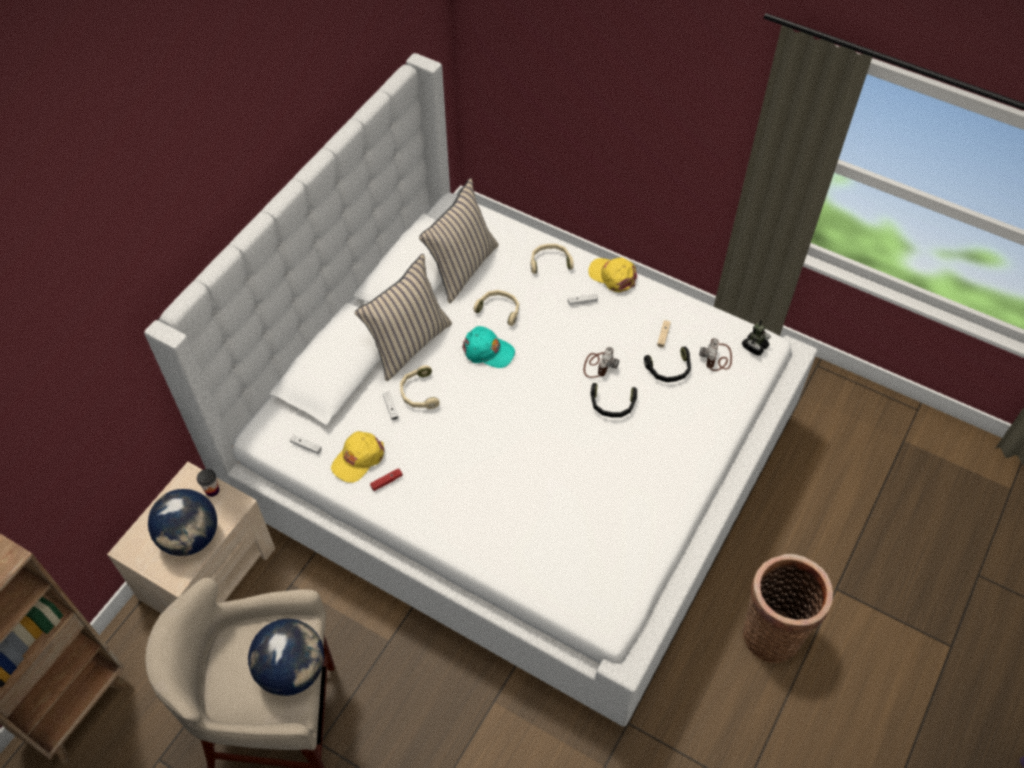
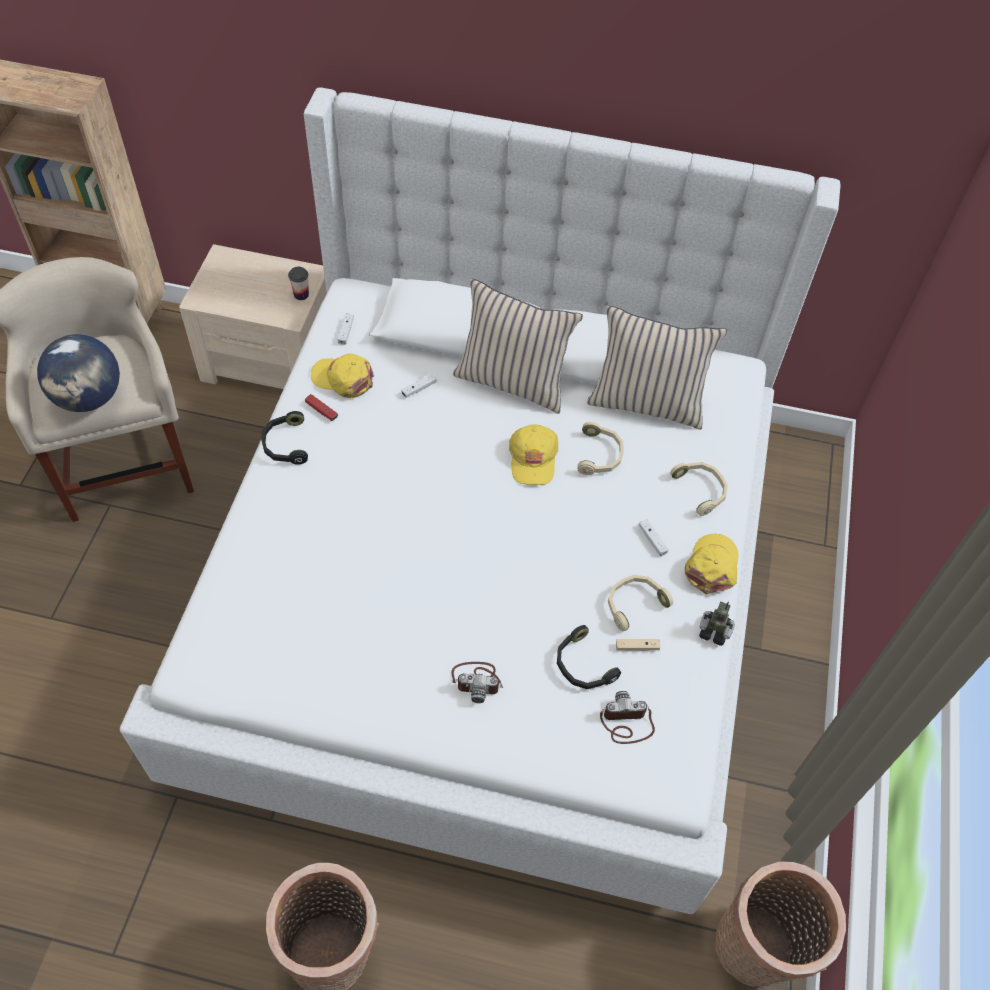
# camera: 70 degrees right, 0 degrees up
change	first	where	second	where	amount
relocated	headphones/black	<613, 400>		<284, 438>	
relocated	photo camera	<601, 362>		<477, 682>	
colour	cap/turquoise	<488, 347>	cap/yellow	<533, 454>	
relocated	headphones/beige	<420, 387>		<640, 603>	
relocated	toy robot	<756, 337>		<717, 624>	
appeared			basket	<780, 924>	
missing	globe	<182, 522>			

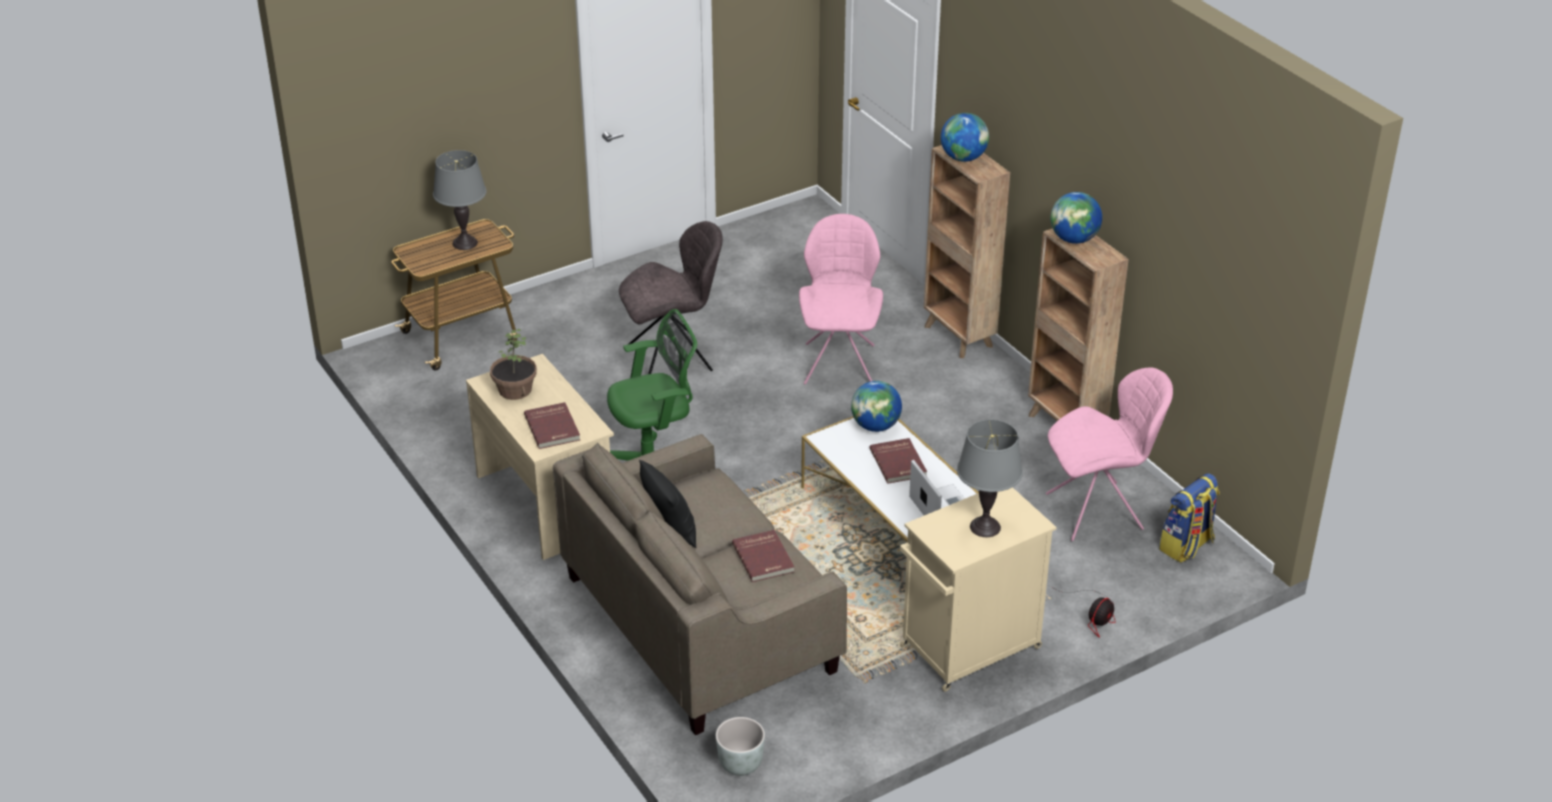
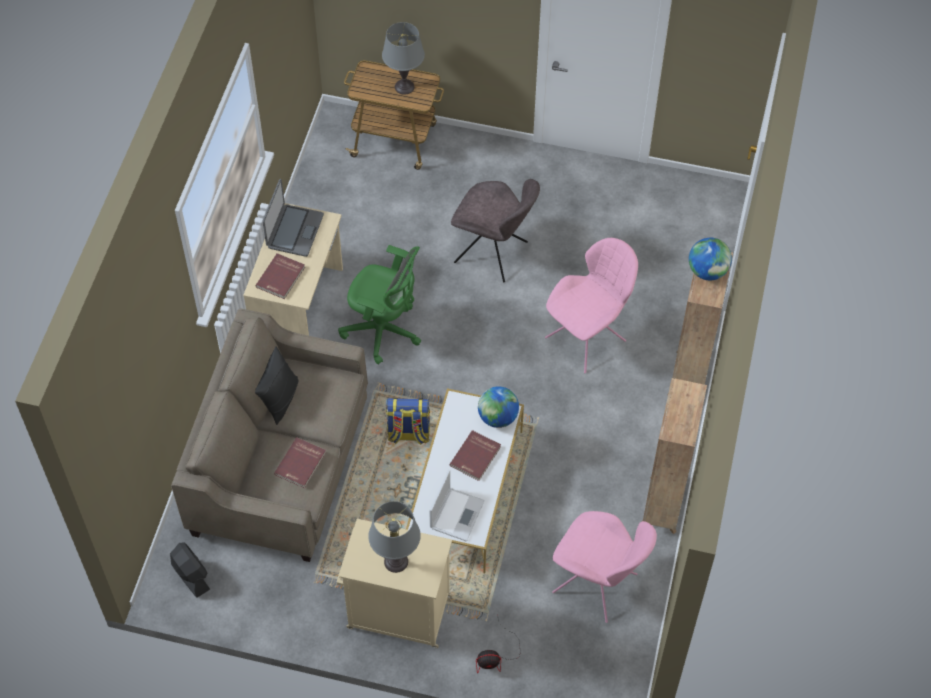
# camera: 45 degrees right, 20 degrees up
change	first	where	second	where	amount
exchanged	planter/grey	<740, 746>	fan/black	<190, 570>	
exchanged	potted plant	<513, 364>	laptop	<293, 218>	
relocated	backpack	<1189, 518>		<408, 421>	
missing	globe	<1076, 218>			

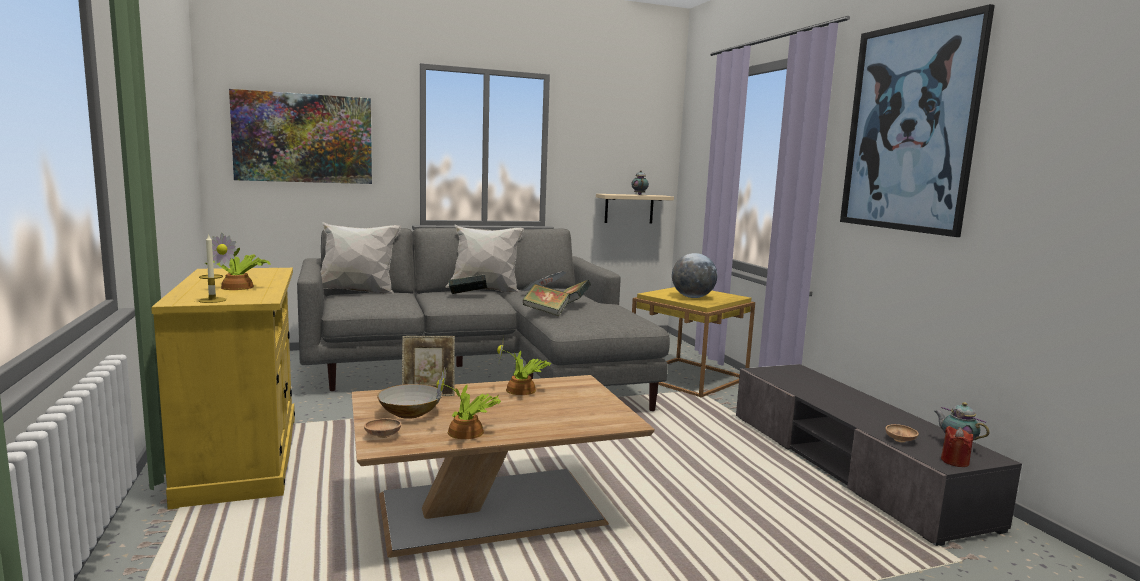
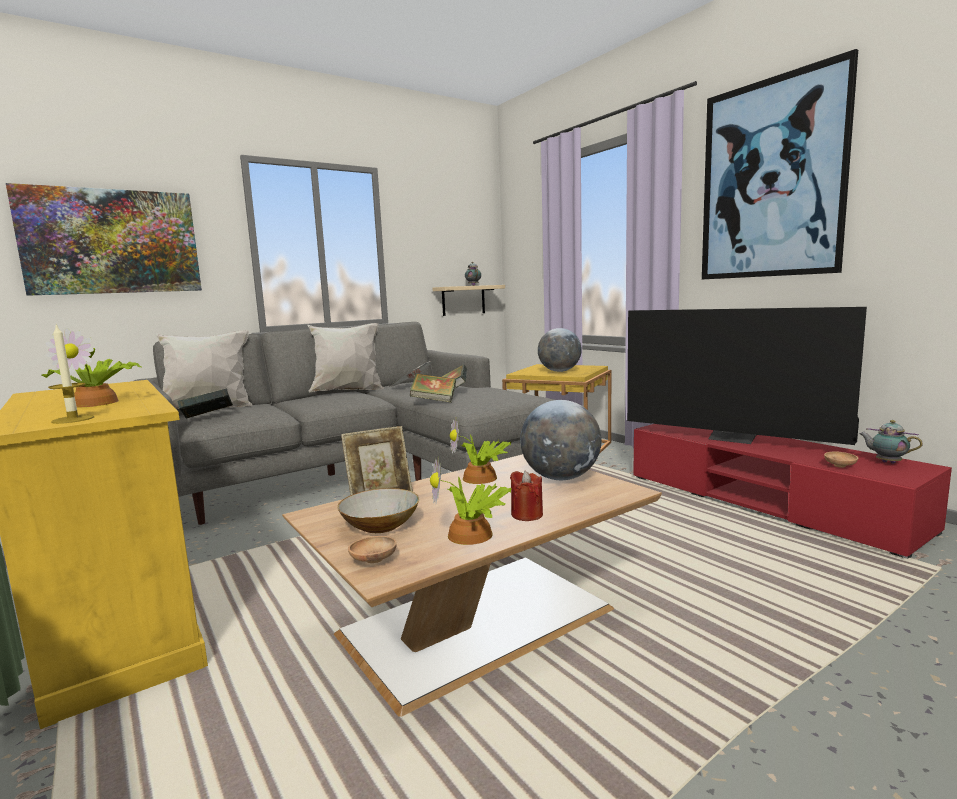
# camera: 15 degrees left, 0 degrees up
change	first	where	second	where	amount
relocated	book	<467, 284>		<205, 404>	
relocated	candle/red	<957, 446>		<526, 496>	
appeared			globe	<560, 440>	
appeared			television	<747, 376>	
colour	tv stand/grey	<879, 455>	tv stand/red	<792, 491>	

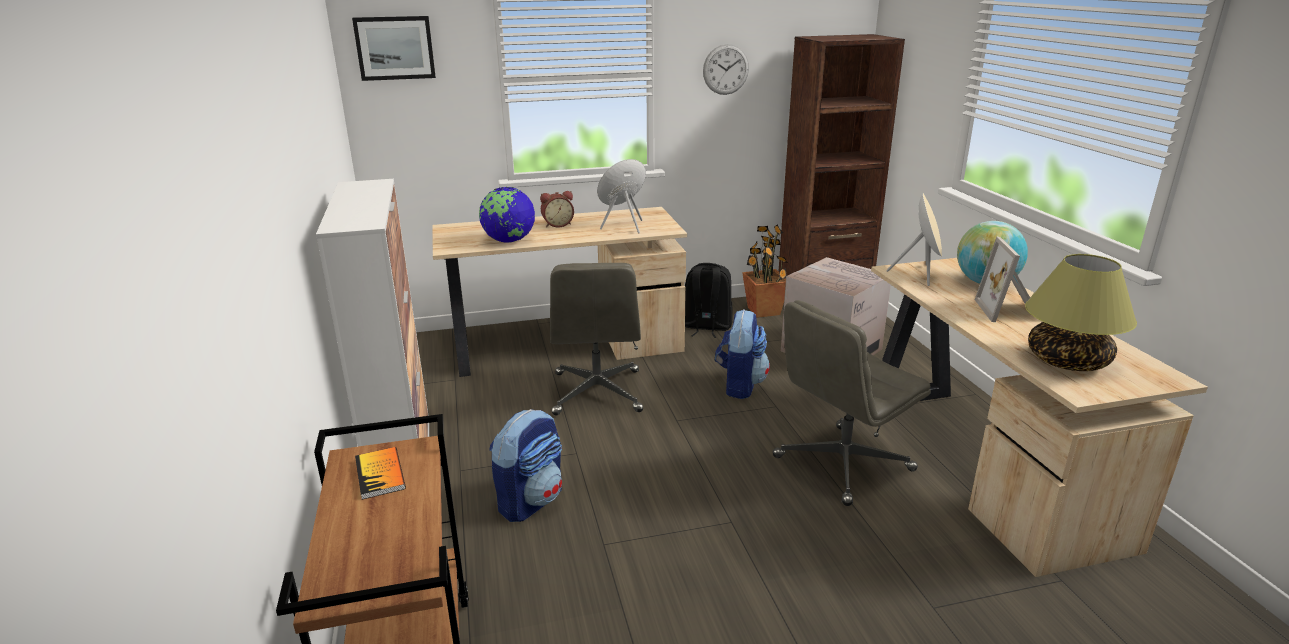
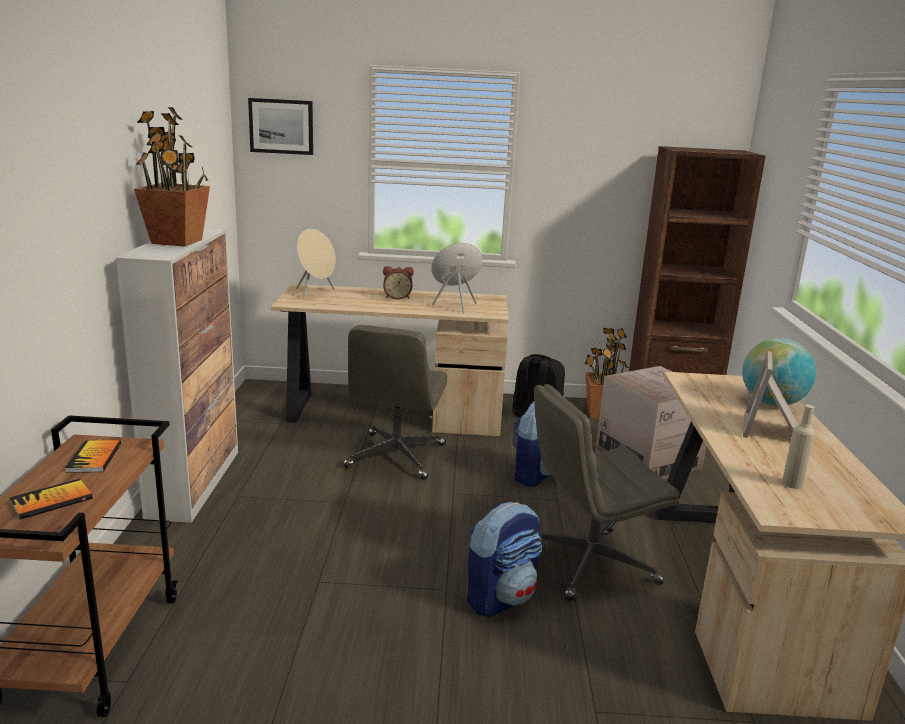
# camera: 15 degrees right, 5 degrees down
change	first	where	second	where	amount
appeared			book	<51, 499>	
appeared			potted plant	<172, 177>	
relocated	speaker/beige	<914, 239>		<316, 263>	
relocated	backpack	<525, 465>		<504, 559>	
exchanged	table lamp	<1081, 312>	bottle/beige	<798, 447>	
missing	globe	<507, 215>			
missing	wall clock	<726, 69>			

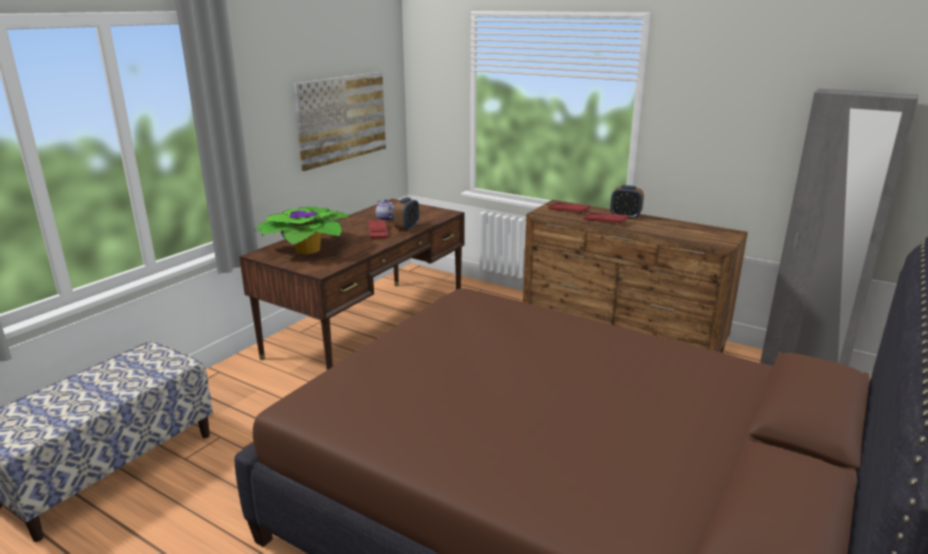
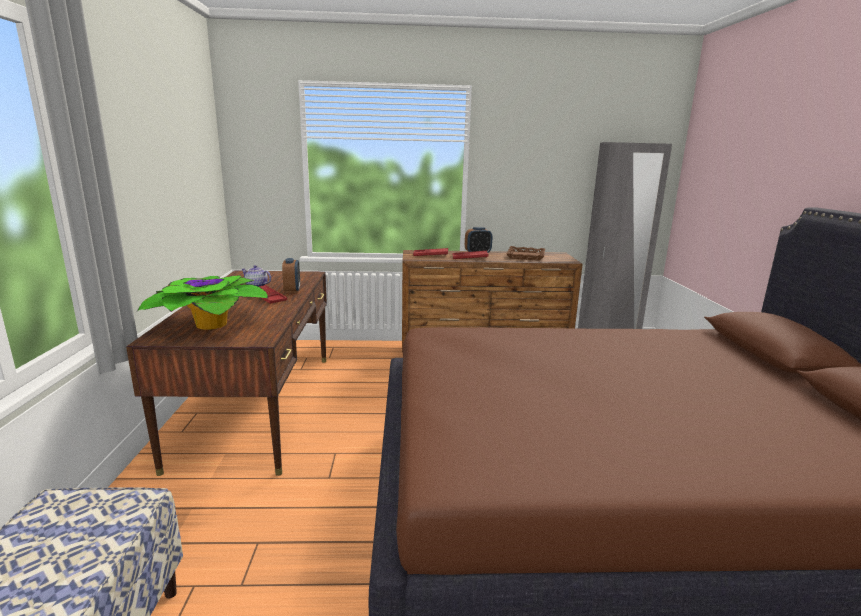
# camera: 35 degrees left, 5 degrees down
change	first	where	second	where	amount
appeared			tray/brown	<525, 253>	
missing	picture	<339, 121>			

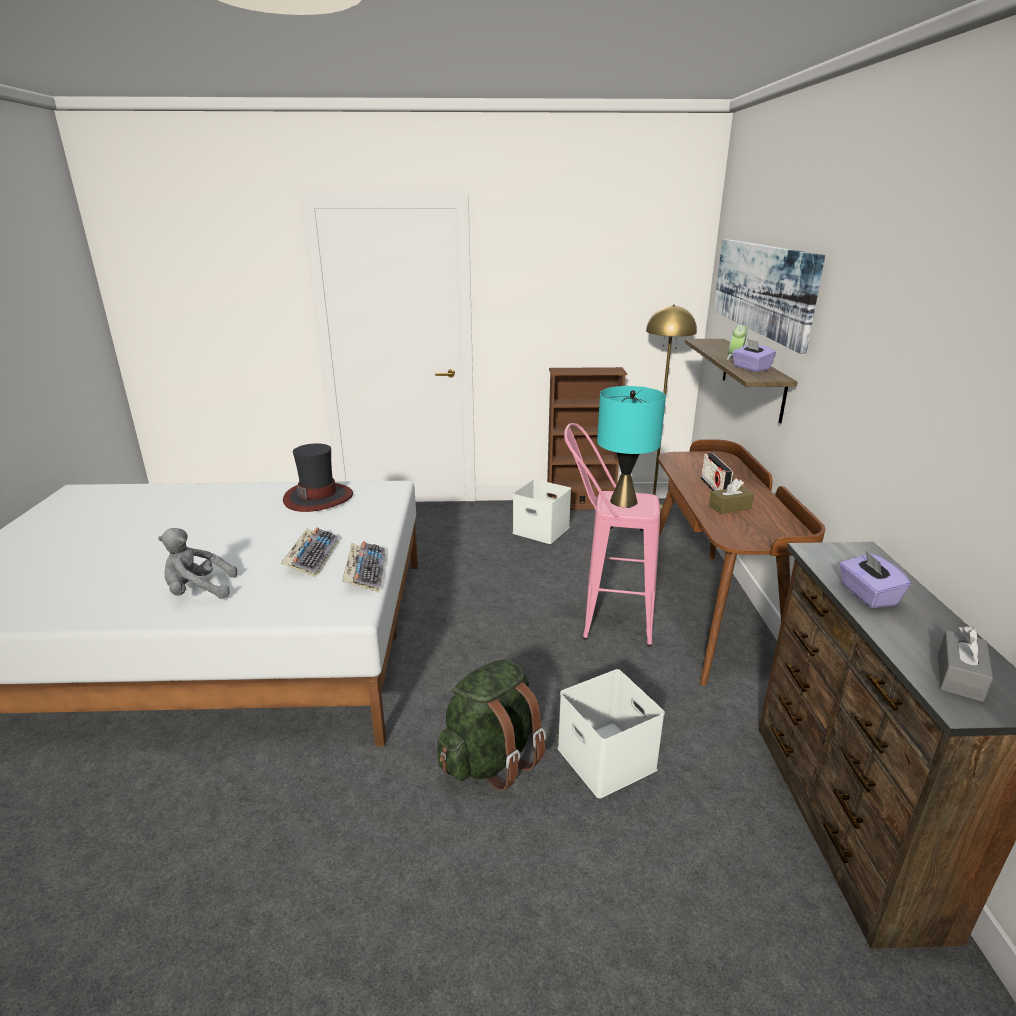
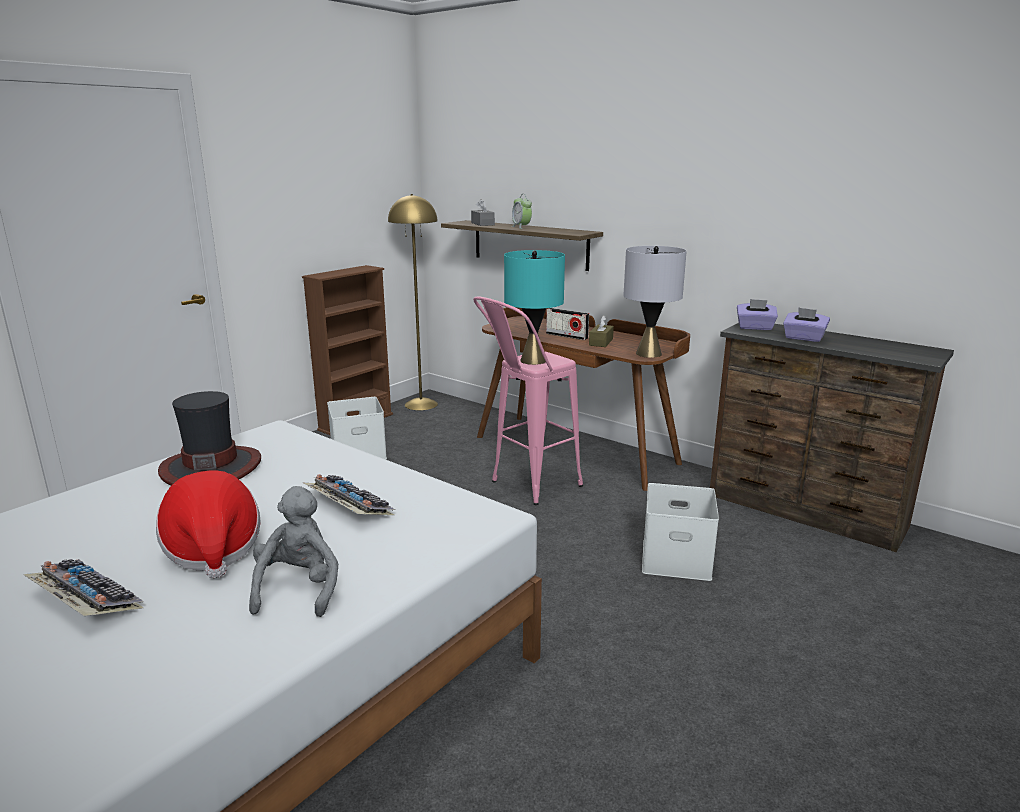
# camera: 50 degrees left, 5 degrees down
change	first	where	second	where	amount
relocated	keyboard	<364, 567>		<83, 587>	
appeared			hat	<208, 524>	
spun	plush toy/grey	<197, 563>		<293, 551>	150 degrees clockwise
relocated	tissue box/grey	<965, 664>		<483, 212>	
appeared			table lamp/grey	<655, 302>	
relocated	tissue box/purple	<754, 355>		<757, 314>	
missing	backpack/green	<491, 725>			
missing	picture	<769, 296>			

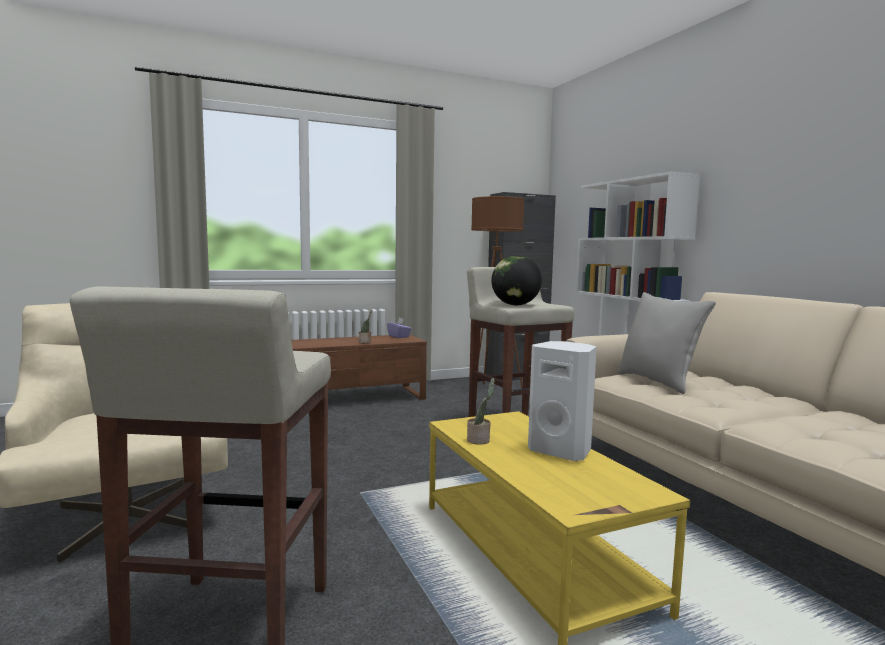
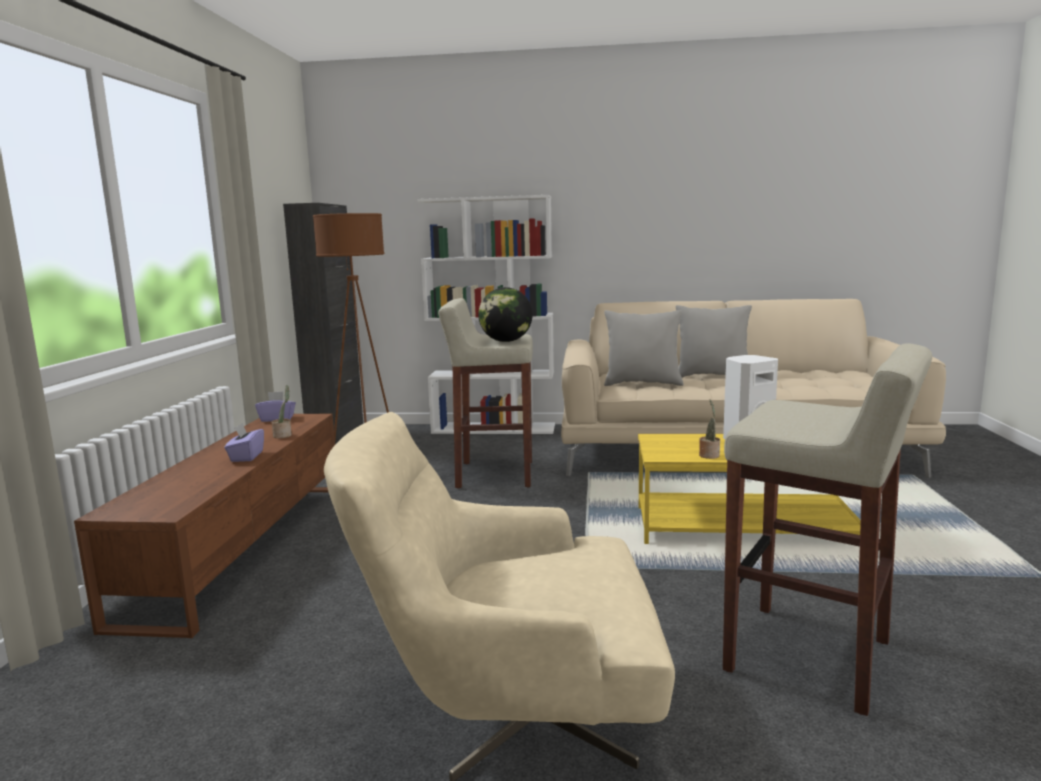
# camera: 60 degrees left, 5 degrees up
change	first	where	second	where	amount
appeared			tissue box/purple	<244, 442>	
appeared			pillow/grey	<714, 341>	

